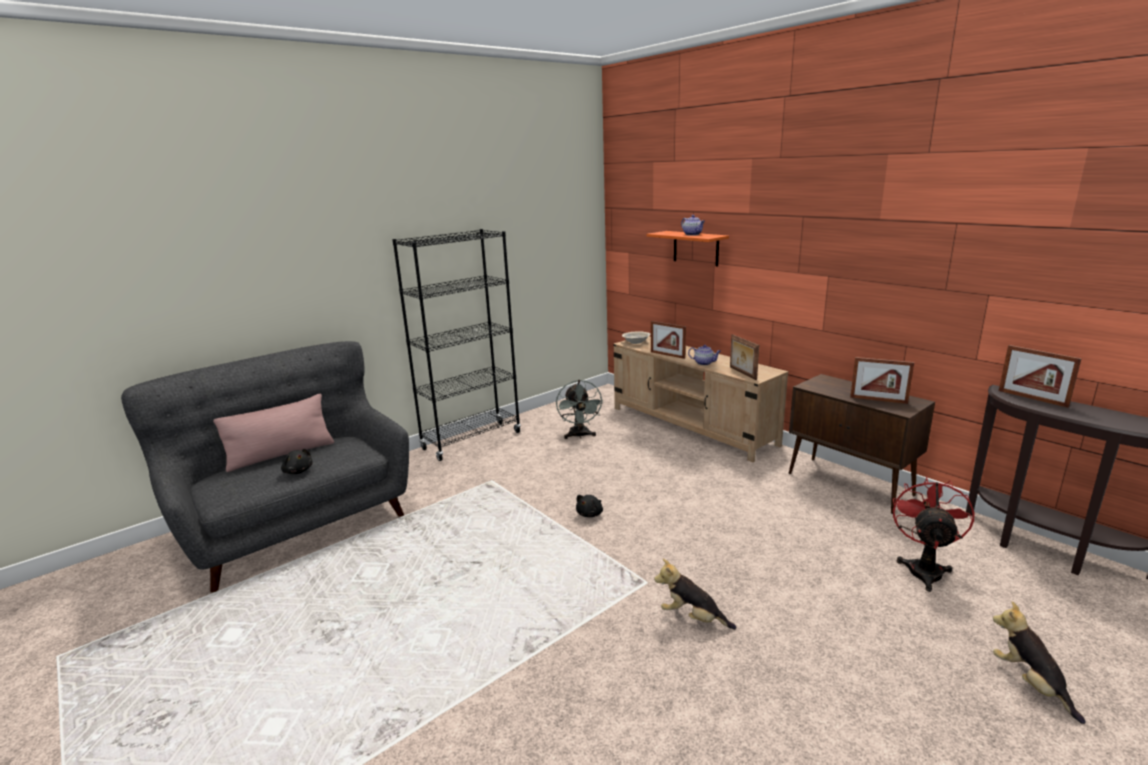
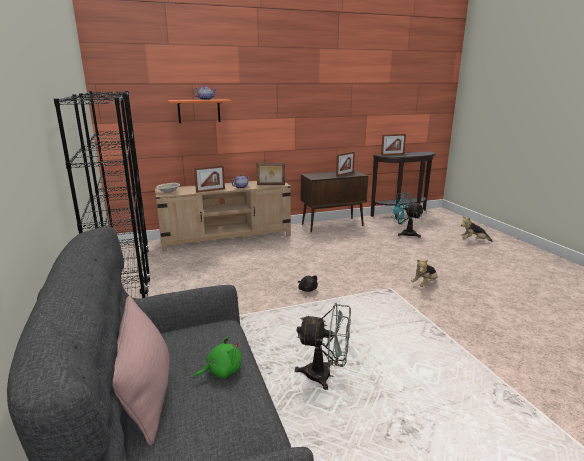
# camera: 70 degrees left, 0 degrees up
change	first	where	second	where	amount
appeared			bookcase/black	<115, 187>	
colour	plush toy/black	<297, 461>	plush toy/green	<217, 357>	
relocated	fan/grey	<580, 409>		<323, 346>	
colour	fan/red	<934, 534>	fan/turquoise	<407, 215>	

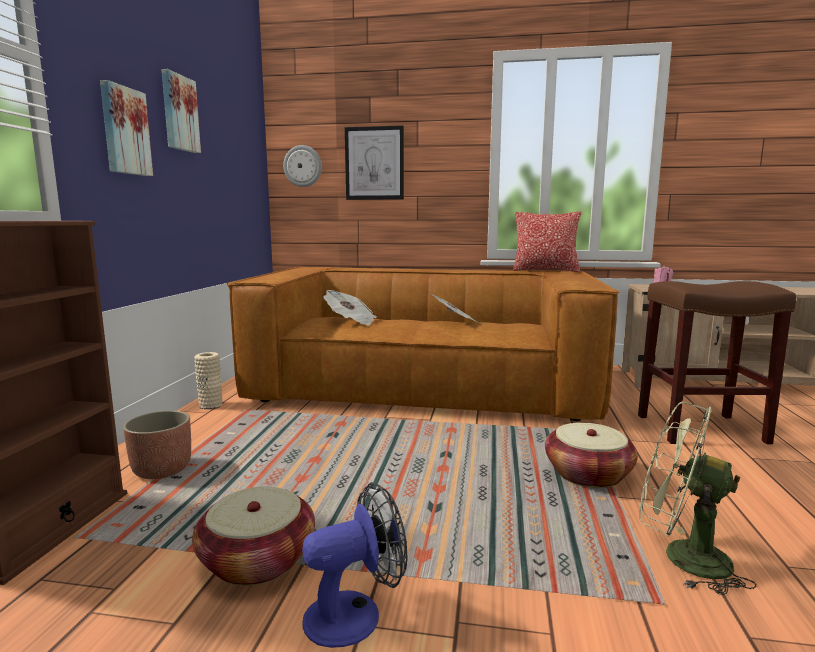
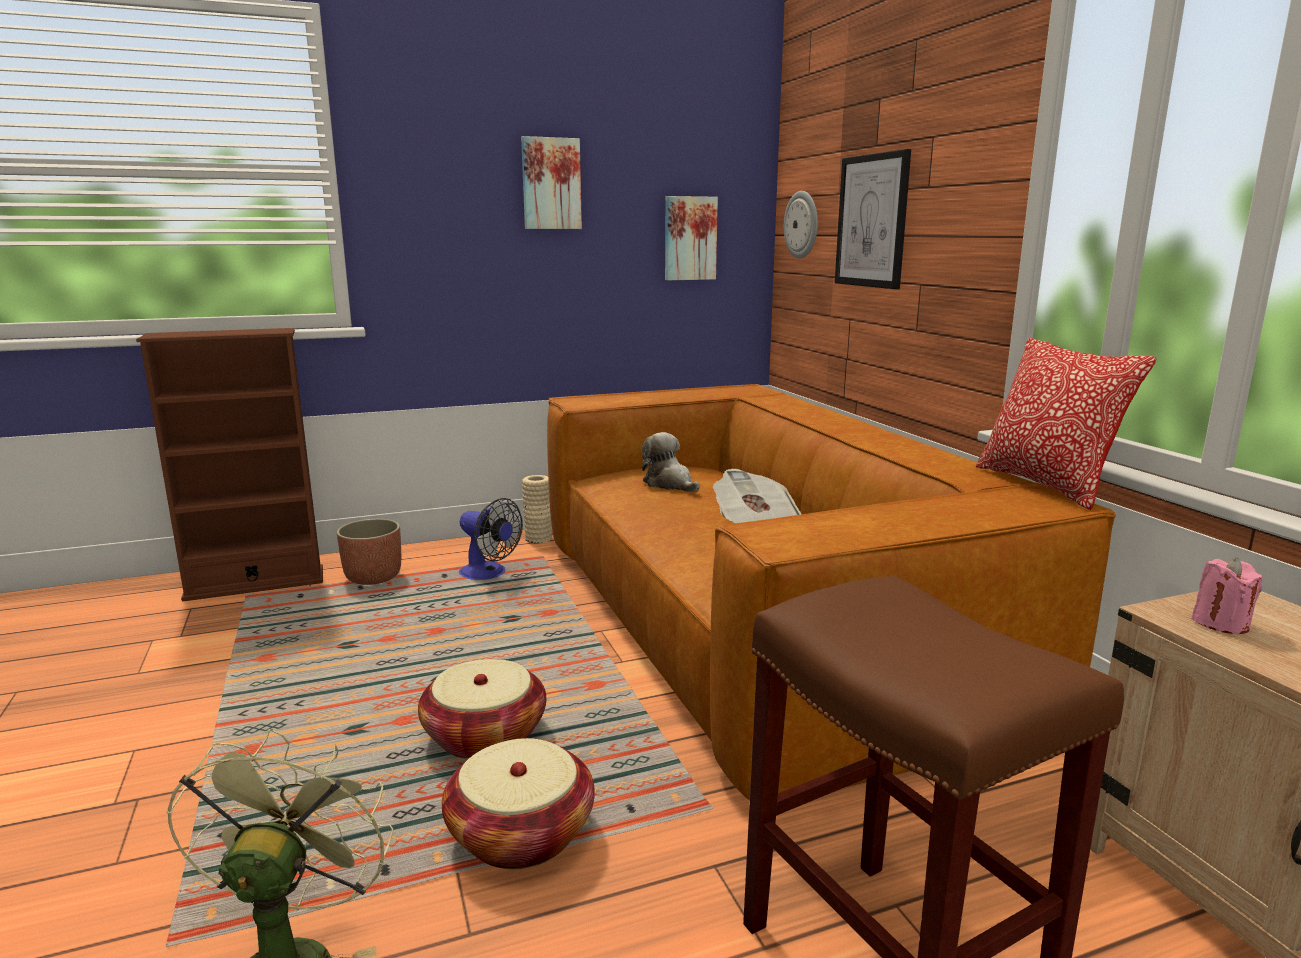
# camera: 60 degrees right, 5 degrees up
change	first	where	second	where	amount
relocated	basket	<253, 536>		<482, 709>	
relocated	fan	<355, 565>		<491, 539>	
exchanged	newspaper	<350, 307>	plush toy	<670, 462>	
relocated	picture	<126, 128>		<691, 238>	

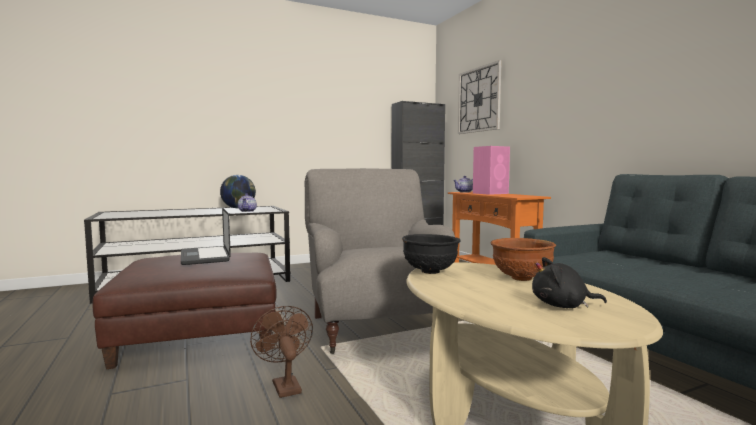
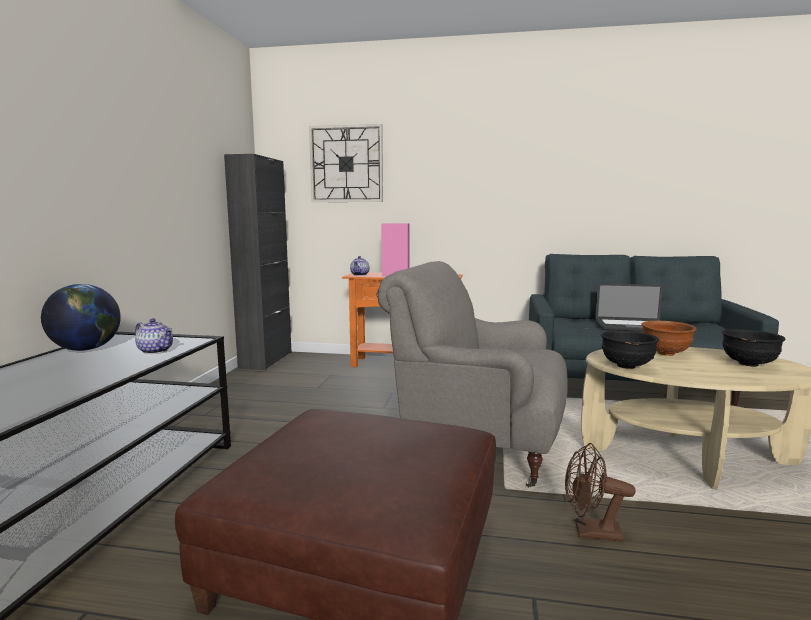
# camera: 55 degrees left, 5 degrees up
change	first	where	second	where	amount
relocated	laptop	<206, 236>		<629, 307>	
exchanged	plush toy/black	<569, 282>	bowl/black	<754, 348>	

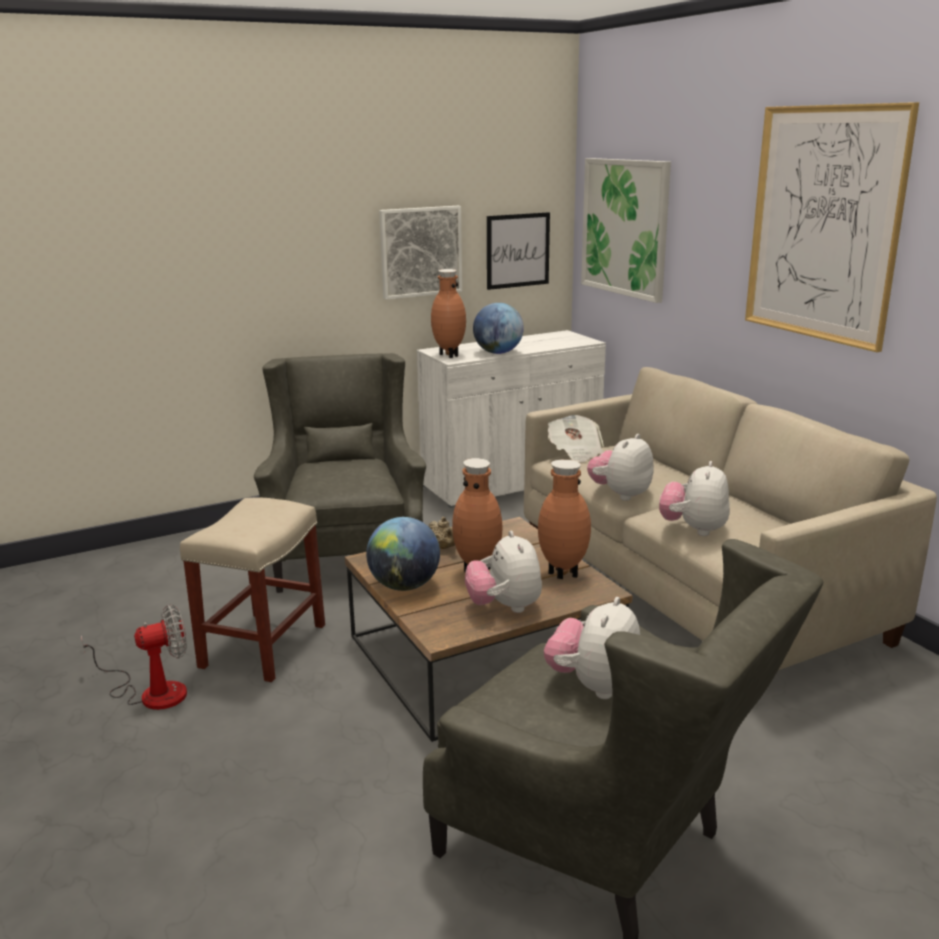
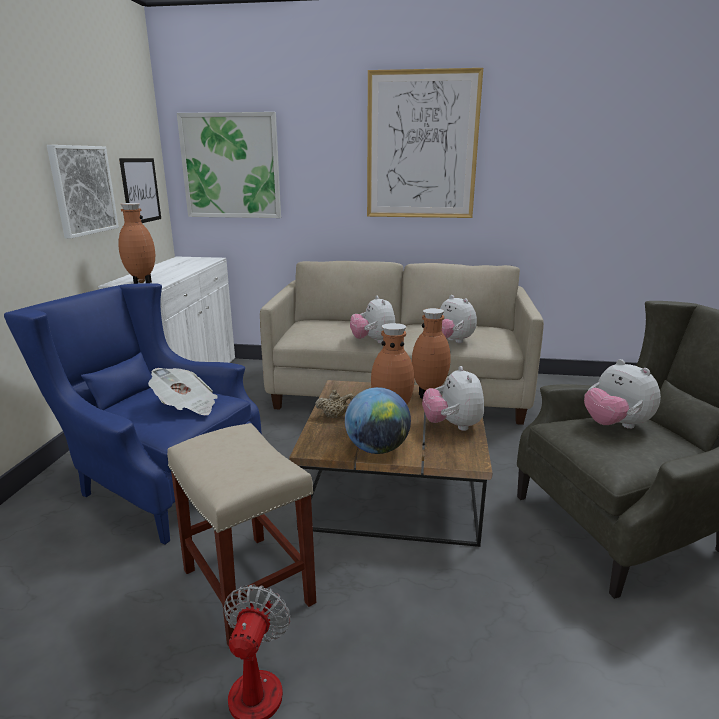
# camera: 55 degrees left, 0 degrees up
change	first	where	second	where	amount
colour	armchair/grey	<340, 473>	armchair/blue	<133, 414>	
relocated	newspaper	<576, 439>		<183, 391>	
spun	plush toy	<503, 572>		<453, 398>	60 degrees clockwise
missing	globe	<498, 328>			

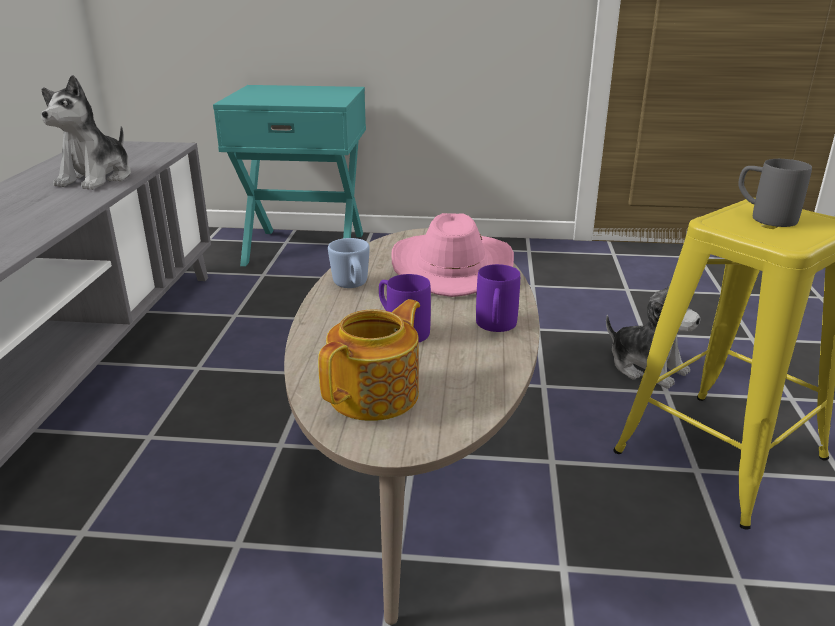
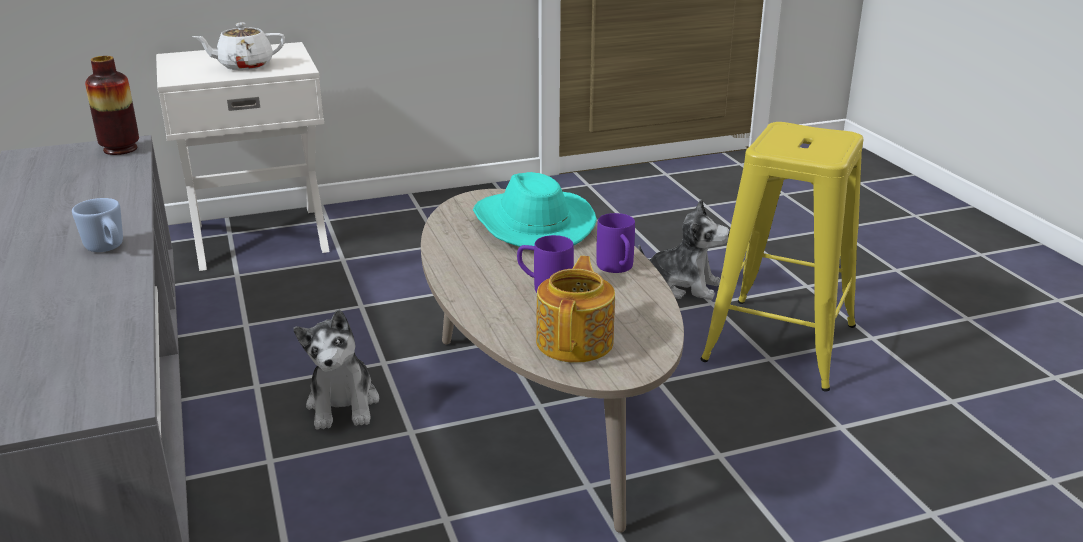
# camera: 25 degrees left, 0 degrees up
change	first	where	second	where	amount
relocated	mug/blue	<349, 263>		<97, 225>	
appeared			vase	<112, 105>	
colour	nightstand/turquoise	<289, 175>	nightstand/white	<243, 156>	
appeared			teapot/white	<238, 47>	
relocated	plush toy	<86, 132>		<336, 369>	
colour	hat/pink	<453, 255>	hat/turquoise	<535, 209>	
missing	mug/grey	<775, 193>			

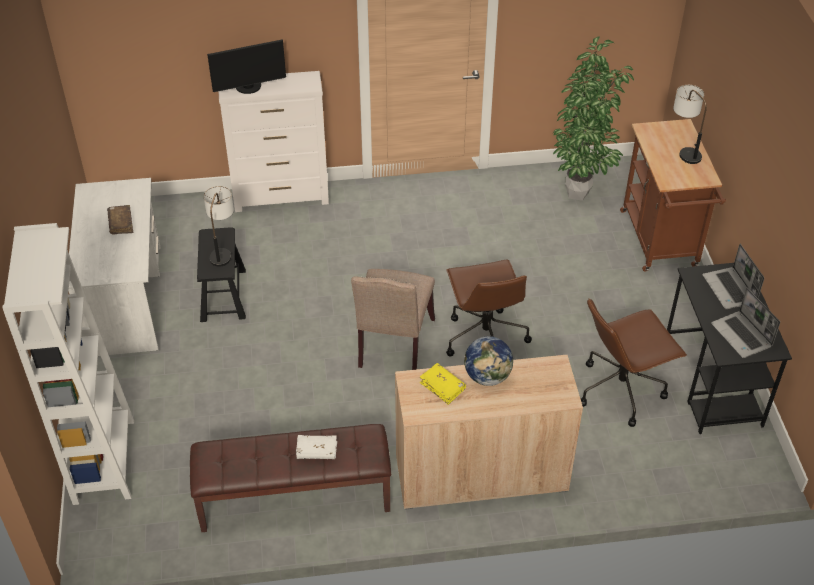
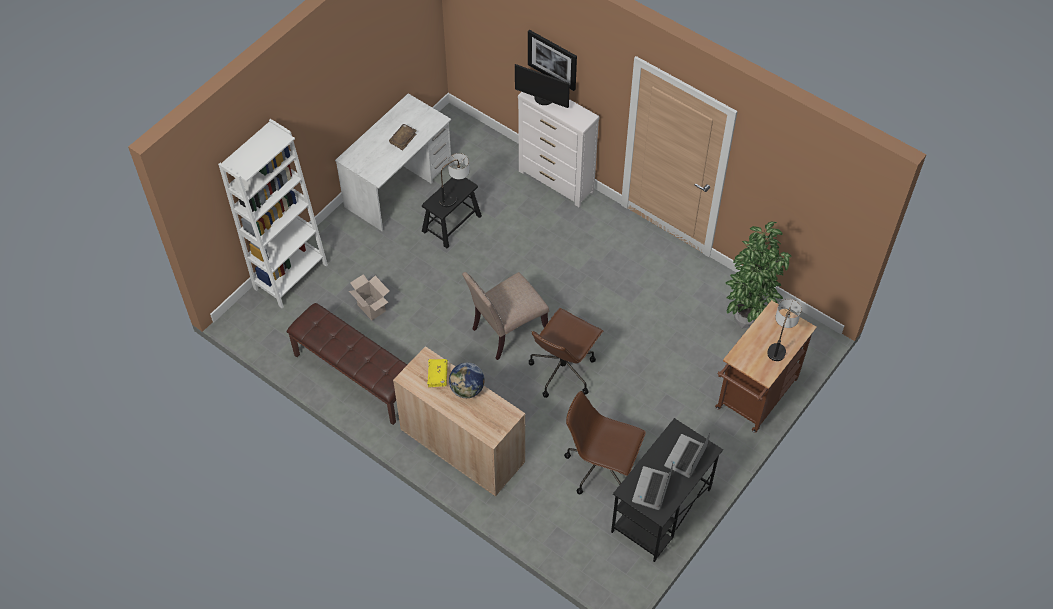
# camera: 45 degrees right, 10 degrees up
change	first	where	second	where	amount
appeared			cardboard box	<369, 297>	
appeared			picture	<552, 60>	
missing	book/white	<316, 447>			

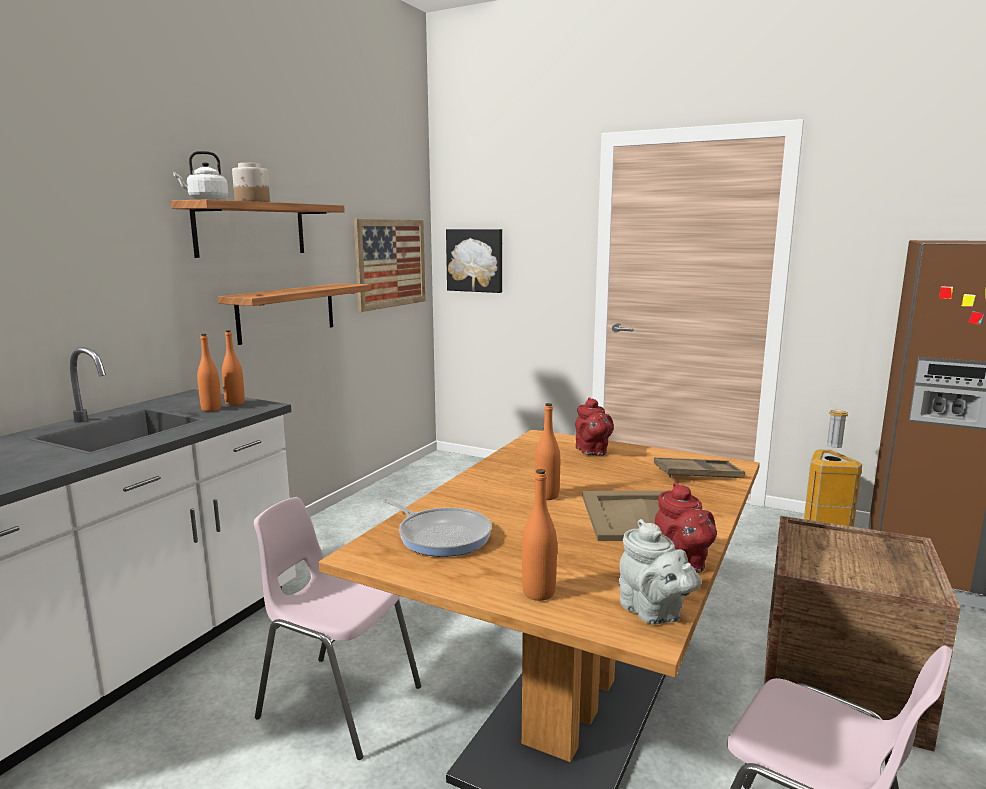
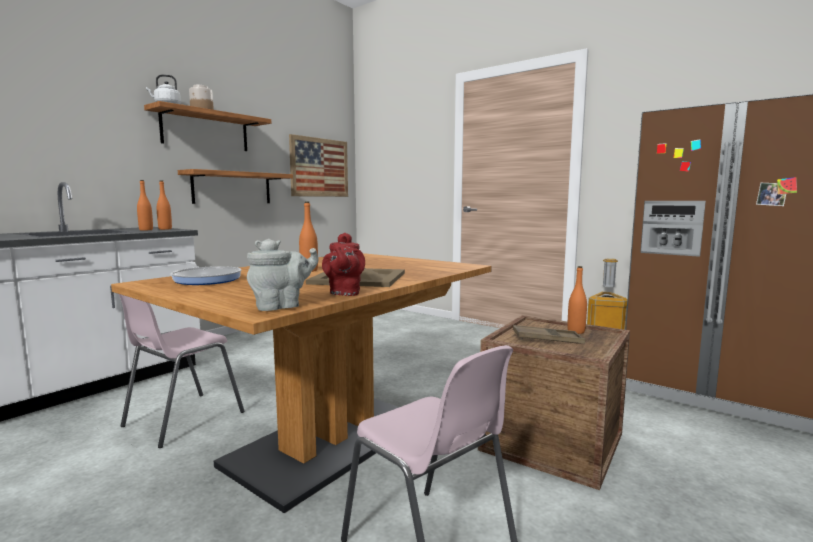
# camera: 10 degrees right, 5 degrees down
change	first	where	second	where	amount
spun	chair/pink	<337, 628>		<181, 371>	90 degrees counterclockwise
spun	teapot/grey	<660, 572>		<282, 275>	105 degrees counterclockwise
relocated	tray/brown	<699, 467>		<549, 334>	
relocated	bottle/orange	<539, 535>		<577, 300>	
missing	picture	<474, 261>			
missing	teapot/red	<595, 426>			

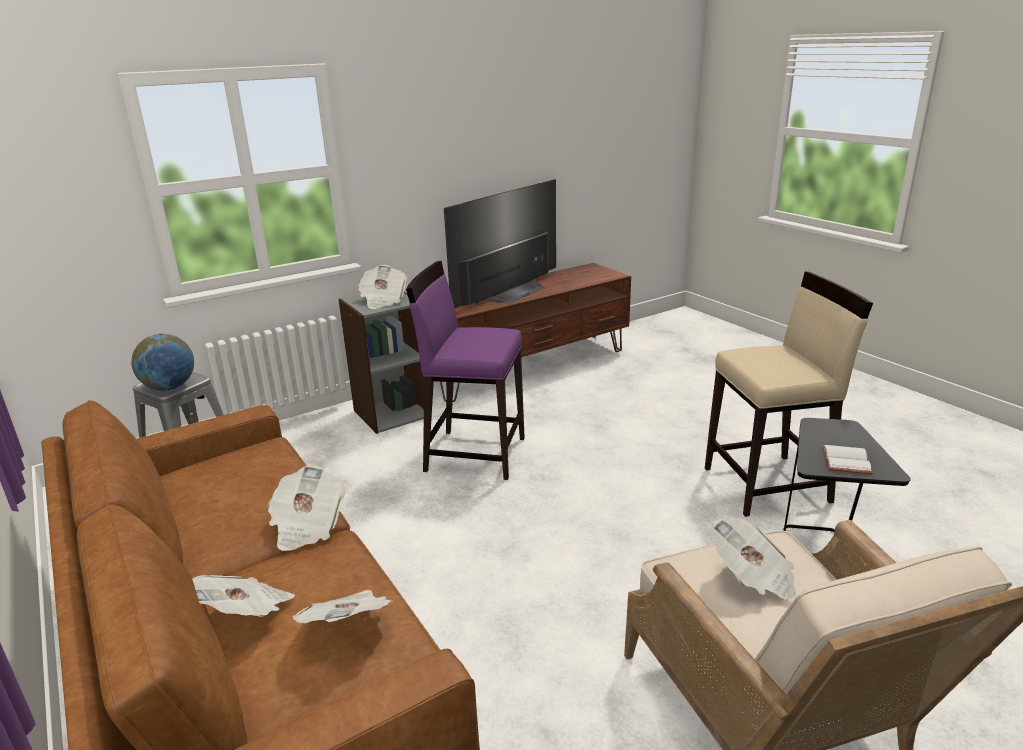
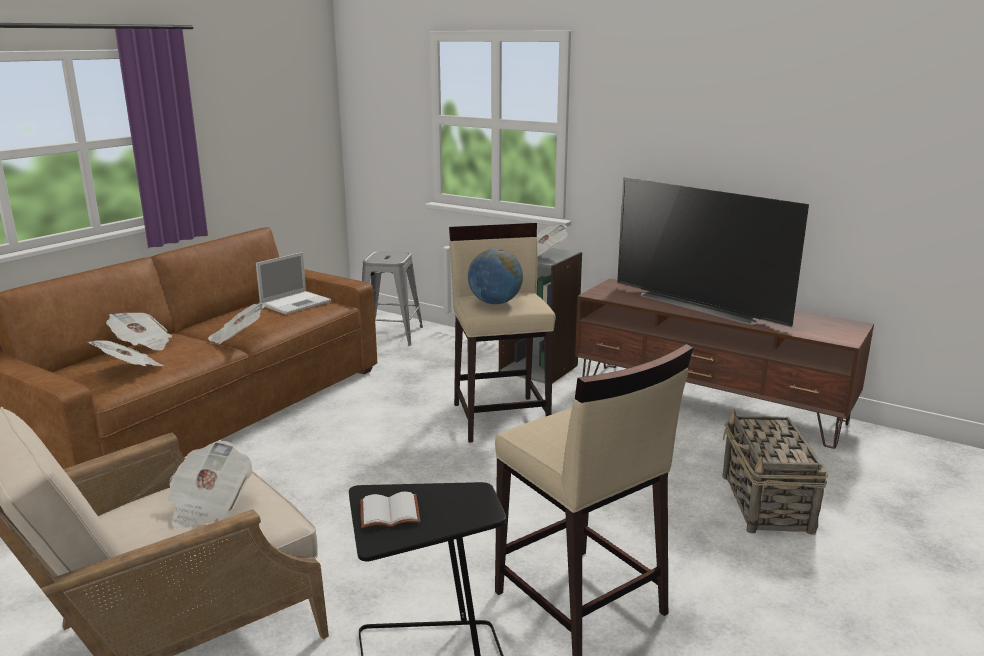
# camera: 65 degrees right, 5 degrees down
change	first	where	second	where	amount
appeared			laptop	<293, 283>	
colour	stool/purple	<465, 370>	stool/beige	<502, 333>	
relocated	globe	<162, 362>		<495, 276>	
spun	television	<500, 244>		<713, 252>	150 degrees counterclockwise
appeared			basket	<775, 472>	

